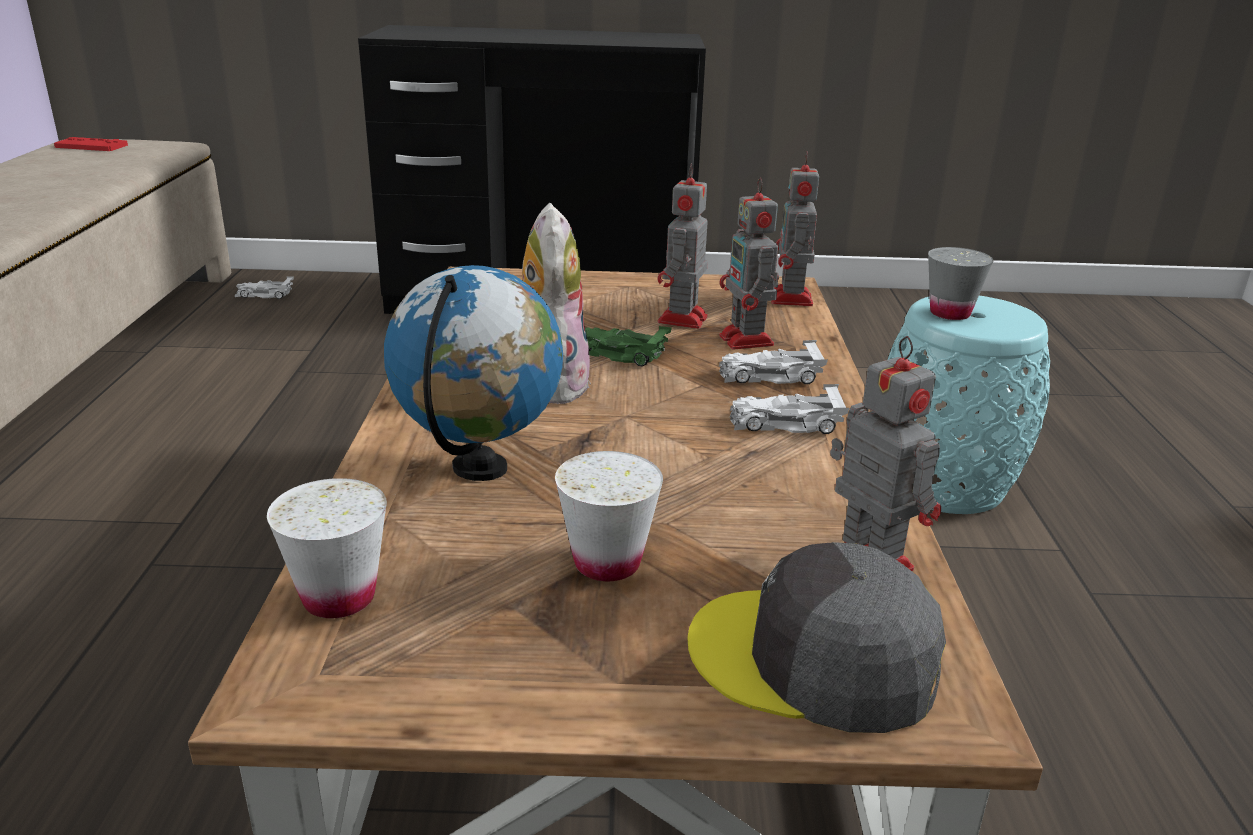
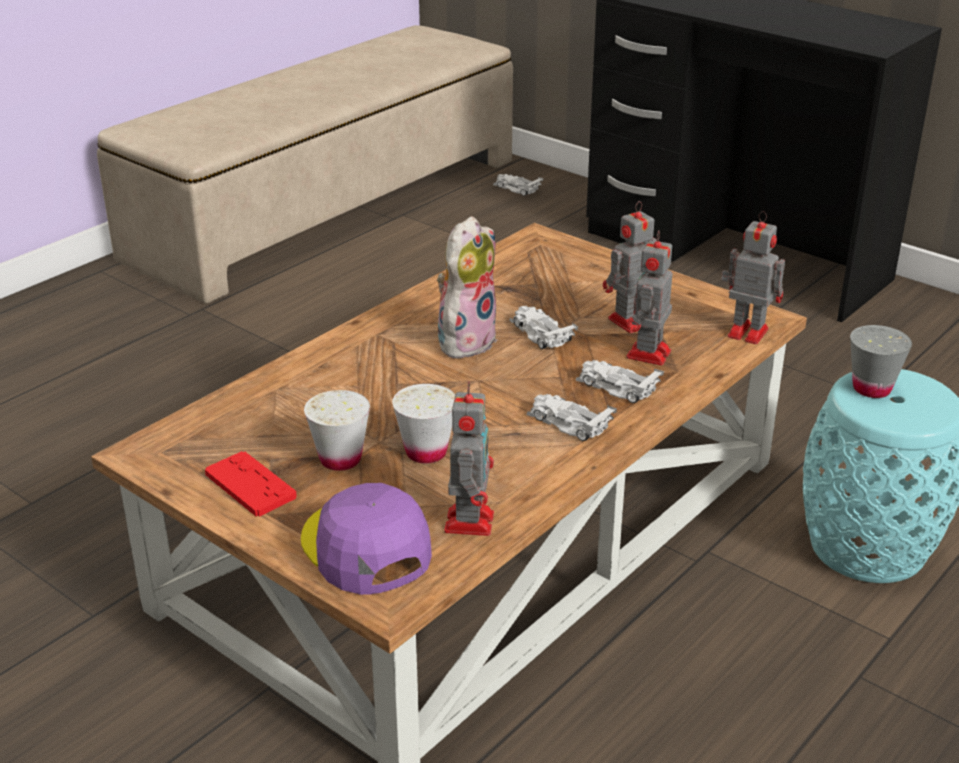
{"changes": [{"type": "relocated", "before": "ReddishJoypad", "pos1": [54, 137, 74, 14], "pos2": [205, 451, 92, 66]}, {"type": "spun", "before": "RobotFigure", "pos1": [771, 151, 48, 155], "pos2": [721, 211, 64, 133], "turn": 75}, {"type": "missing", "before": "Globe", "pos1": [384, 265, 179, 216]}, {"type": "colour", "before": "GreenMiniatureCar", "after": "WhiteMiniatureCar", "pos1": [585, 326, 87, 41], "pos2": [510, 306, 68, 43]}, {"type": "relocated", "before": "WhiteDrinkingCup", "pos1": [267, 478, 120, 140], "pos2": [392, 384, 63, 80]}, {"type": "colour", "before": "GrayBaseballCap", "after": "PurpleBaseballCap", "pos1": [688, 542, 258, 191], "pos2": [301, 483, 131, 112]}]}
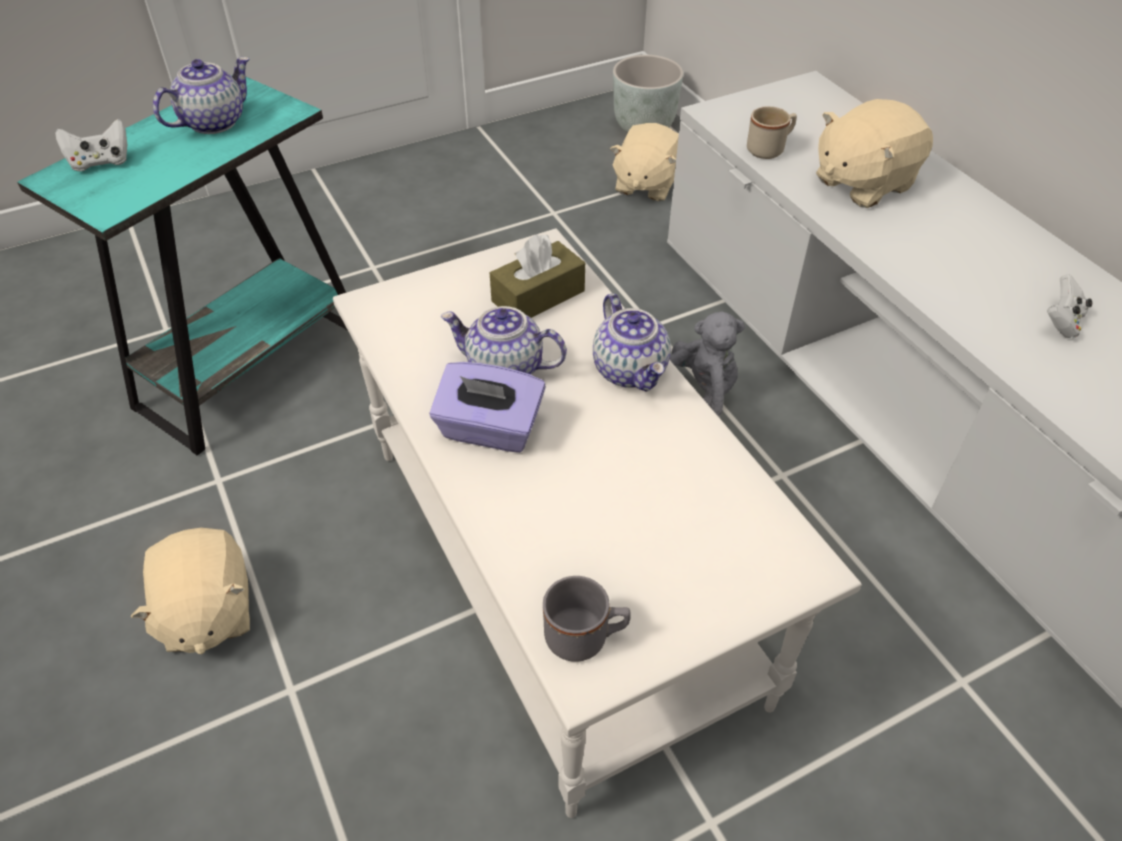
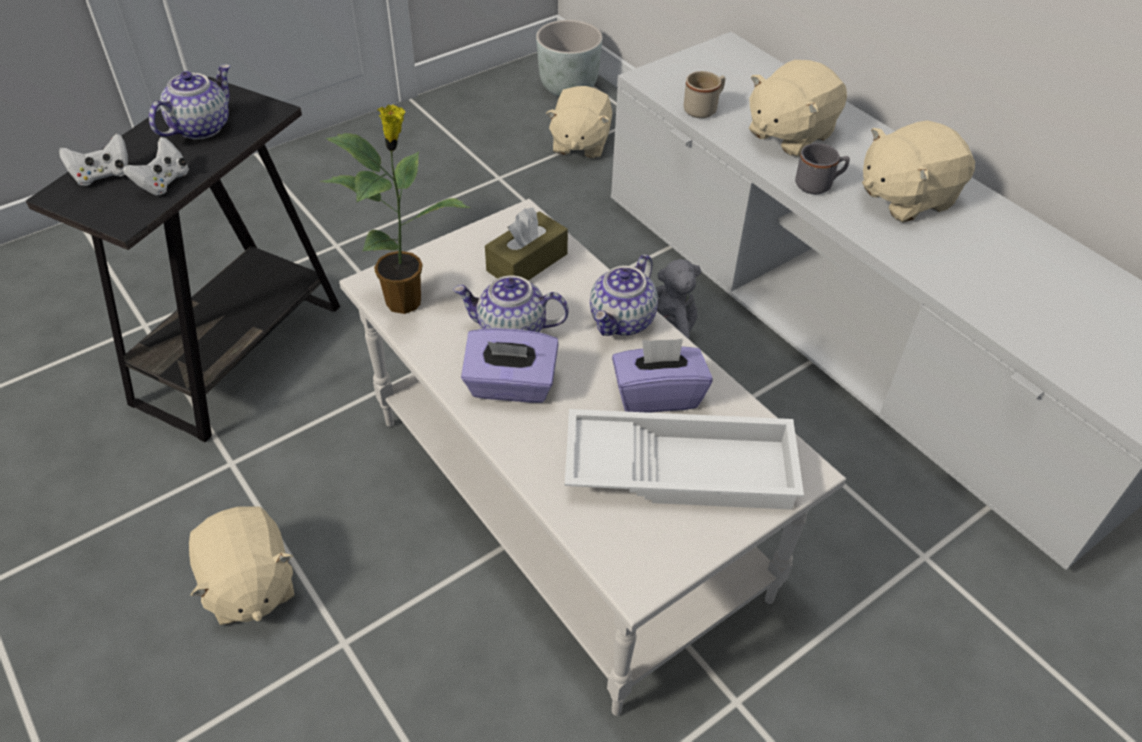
{"changes": [{"type": "colour", "before": "TurquoiseEndTable", "after": "BlackEndTable", "pos1": [17, 77, 330, 378], "pos2": [26, 77, 314, 365]}, {"type": "relocated", "before": "WhiteJoypad", "pos1": [1047, 274, 46, 64], "pos2": [123, 137, 66, 59]}, {"type": "spun", "before": "TeaPot", "pos1": [593, 293, 78, 99], "pos2": [590, 254, 68, 82], "turn": 60}, {"type": "relocated", "before": "GrayMug", "pos1": [543, 576, 88, 86], "pos2": [795, 143, 55, 51]}, {"type": "appeared", "after": "PlantInAPot", "pos2": [320, 104, 150, 210]}, {"type": "appeared", "after": "BeigeColouredPlushToy", "pos2": [862, 120, 113, 103]}, {"type": "appeared", "after": "PurpleTissueHolder", "pos2": [612, 339, 100, 74]}, {"type": "appeared", "after": "WhiteTray", "pos2": [565, 409, 239, 101]}]}
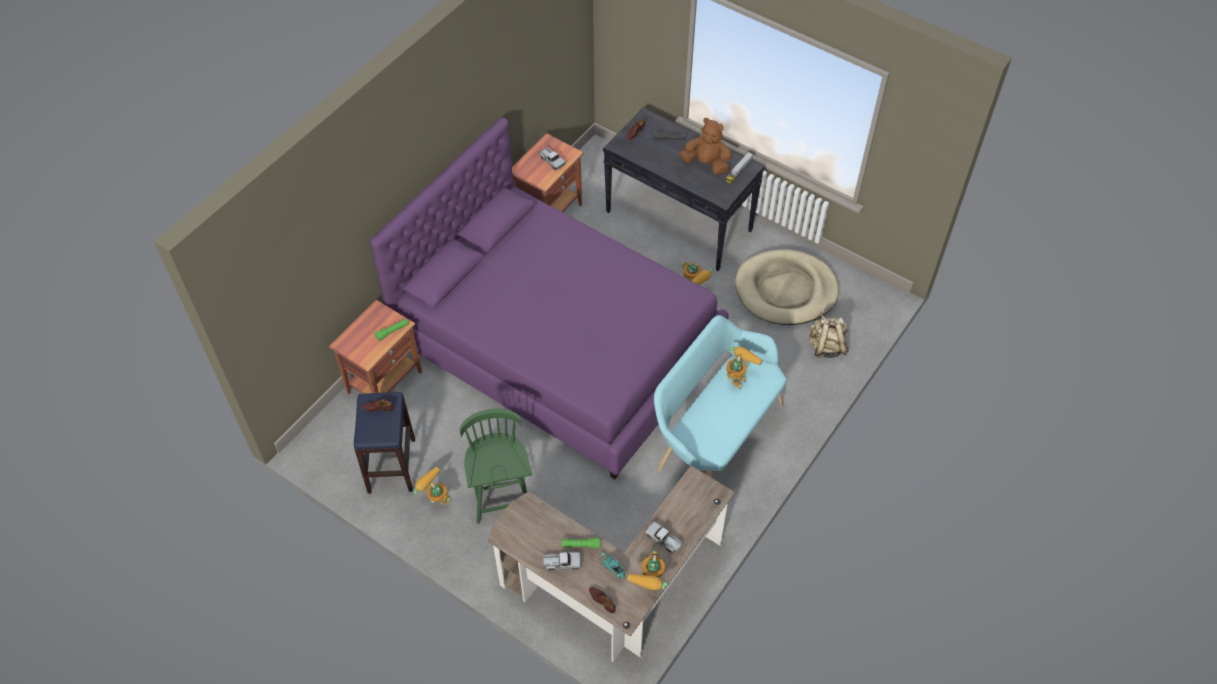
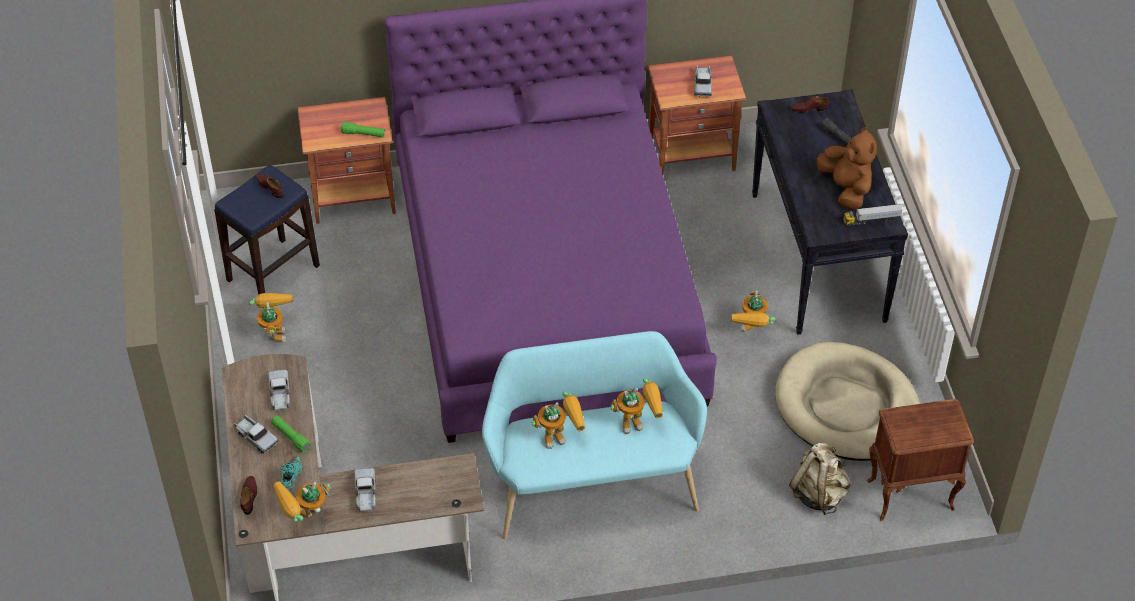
{"changes": [{"type": "missing", "before": "GreenUprightChair", "pos1": [460, 409, 72, 115]}, {"type": "appeared", "after": "ToyTruck", "pos2": [268, 370, 22, 41]}, {"type": "appeared", "after": "RobotFigure", "pos2": [532, 392, 53, 57]}, {"type": "appeared", "after": "BrownColouredNightstand", "pos2": [867, 399, 107, 122]}]}
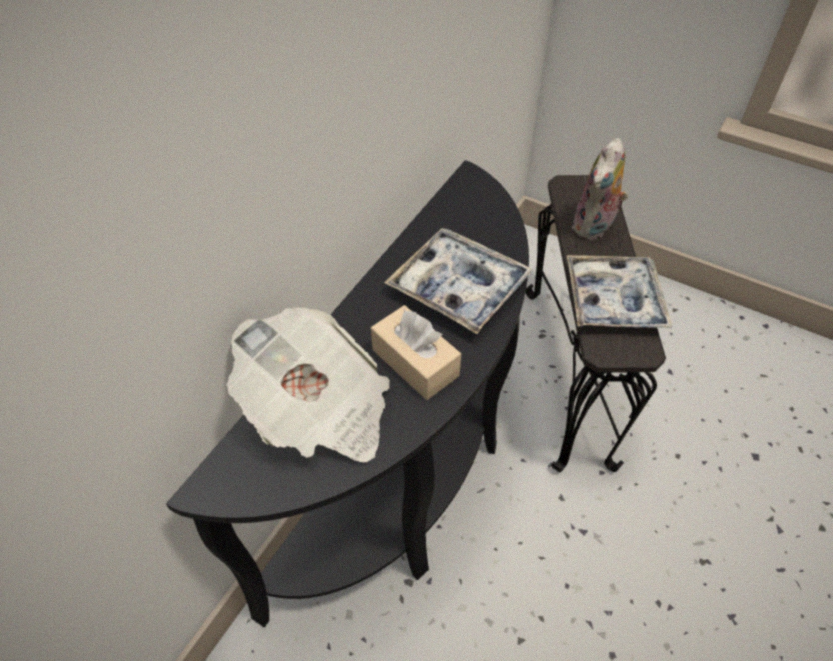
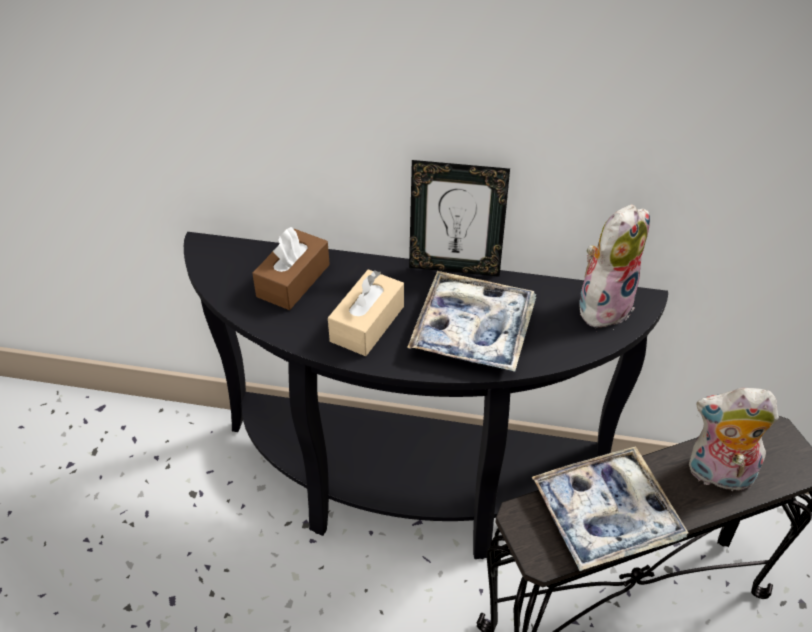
{"changes": [{"type": "exchanged", "before": "DailyPaper", "after": "BrownColouredTissueHolder", "pos1": [226, 307, 164, 156], "pos2": [252, 227, 78, 83]}, {"type": "appeared", "after": "PictureFrame", "pos2": [409, 160, 101, 117]}, {"type": "appeared", "after": "PlushToy", "pos2": [579, 204, 71, 123]}]}
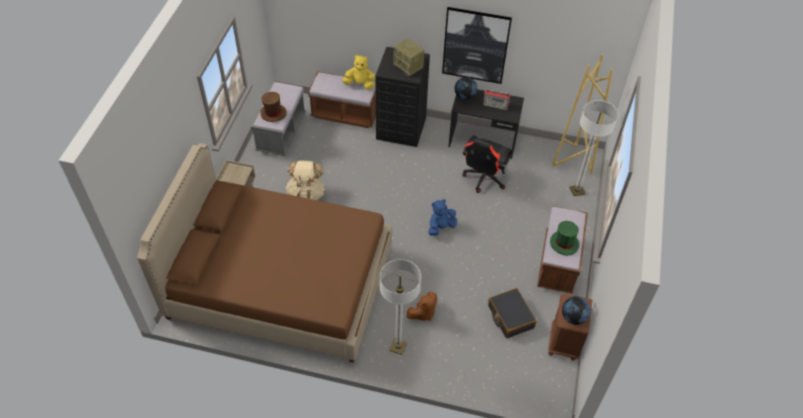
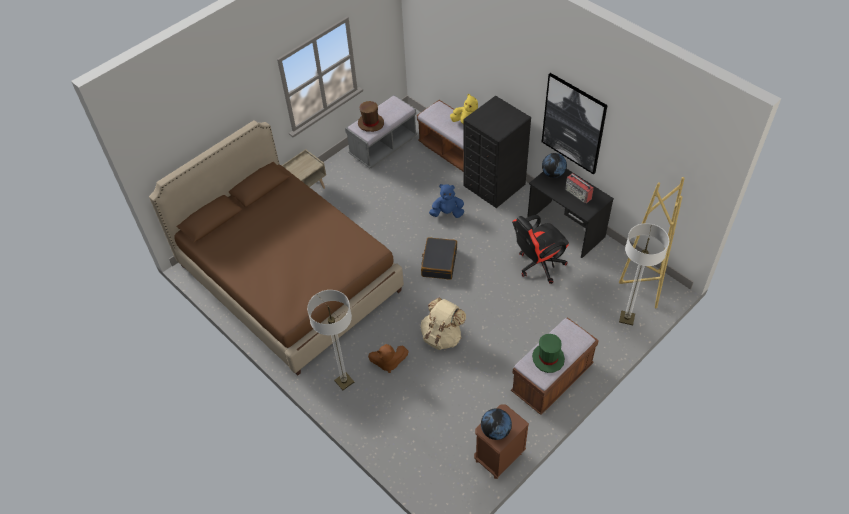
{"changes": [{"type": "missing", "before": "Radio", "pos1": [393, 39, 32, 37]}, {"type": "relocated", "before": "BeigeColouredKnapsack", "pos1": [286, 160, 39, 40], "pos2": [421, 298, 45, 52]}, {"type": "relocated", "before": "BluishPlushToy", "pos1": [429, 199, 28, 37], "pos2": [429, 184, 35, 34]}, {"type": "relocated", "before": "BlackPieceOfLuggage", "pos1": [488, 288, 49, 50], "pos2": [421, 237, 36, 43]}]}
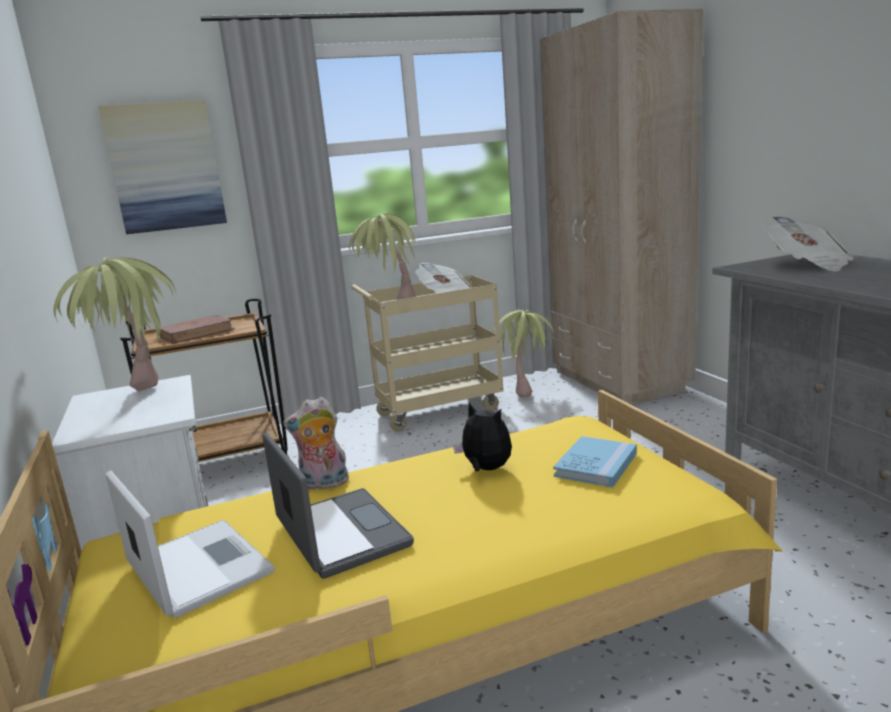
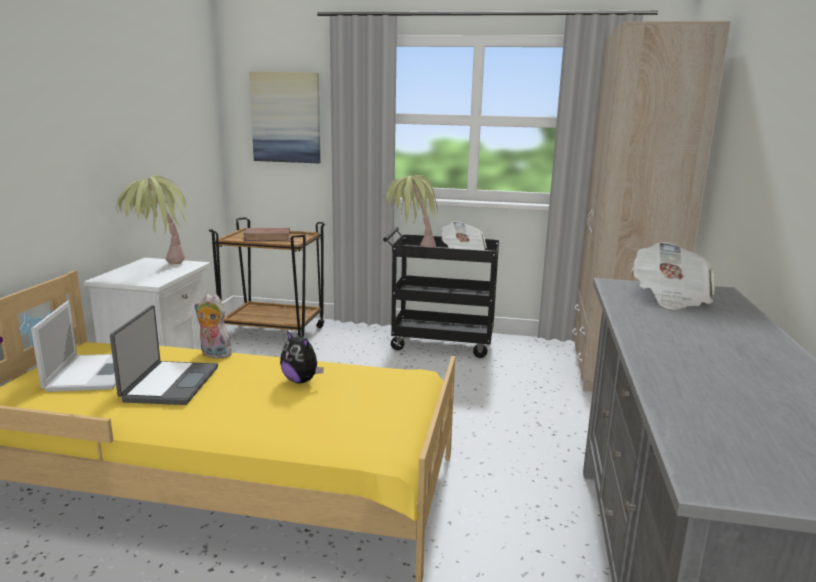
{"changes": [{"type": "colour", "before": "BeigeColouredWheeledCart", "after": "BlackWheeledCart", "pos1": [351, 275, 153, 157], "pos2": [383, 227, 116, 131]}, {"type": "missing", "before": "PlantInAPot", "pos1": [492, 310, 62, 87]}, {"type": "spun", "before": "PlushToy", "pos1": [453, 403, 59, 68], "pos2": [280, 331, 44, 52], "turn": 150}, {"type": "missing", "before": "BluishBoundBook", "pos1": [553, 436, 84, 51]}]}
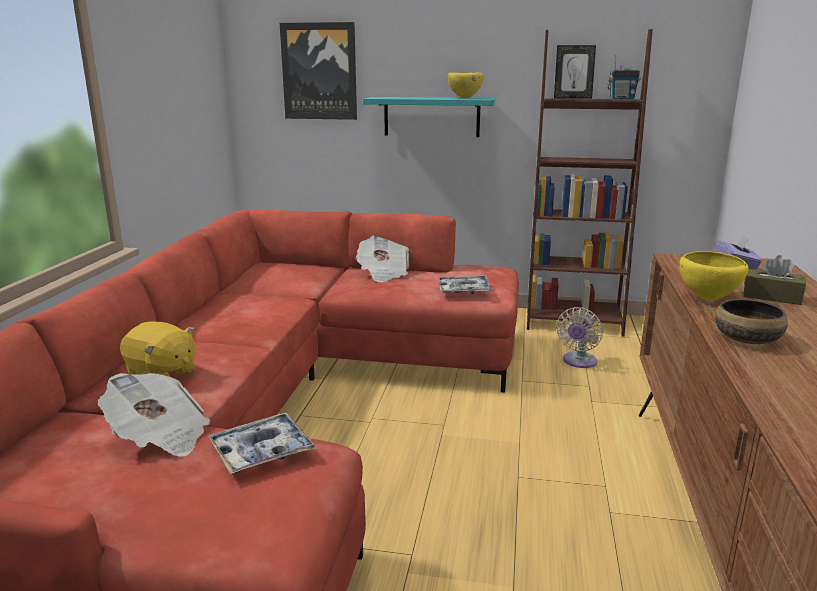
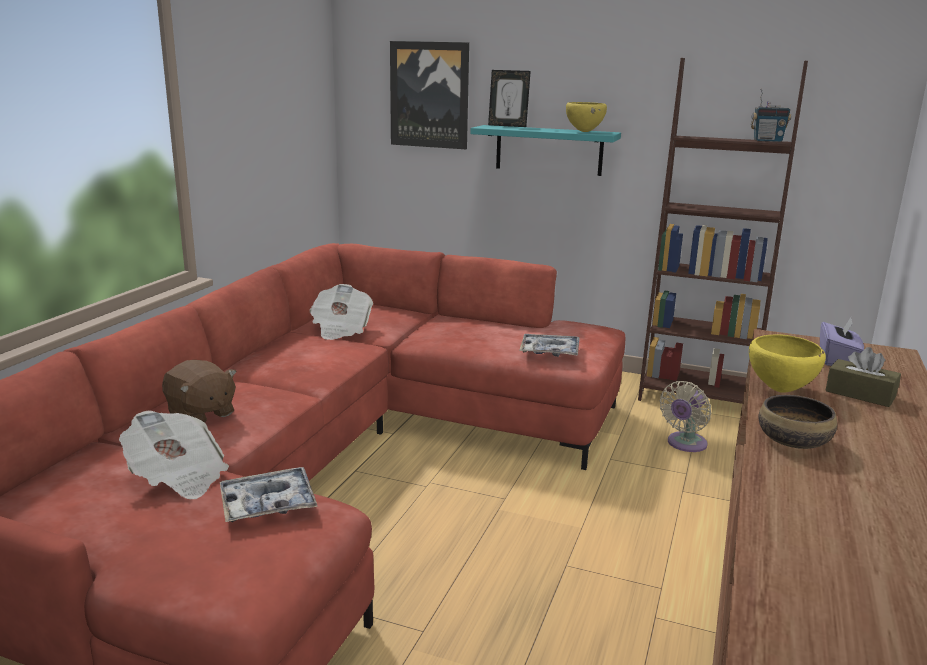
{"changes": [{"type": "relocated", "before": "PictureFrame", "pos1": [554, 45, 42, 54], "pos2": [488, 70, 43, 57]}, {"type": "relocated", "before": "DailyPaper", "pos1": [356, 235, 53, 47], "pos2": [310, 284, 63, 56]}, {"type": "colour", "before": "YellowPlushToy", "after": "BrownColouredPlushToy", "pos1": [120, 321, 76, 56], "pos2": [162, 360, 75, 63]}]}
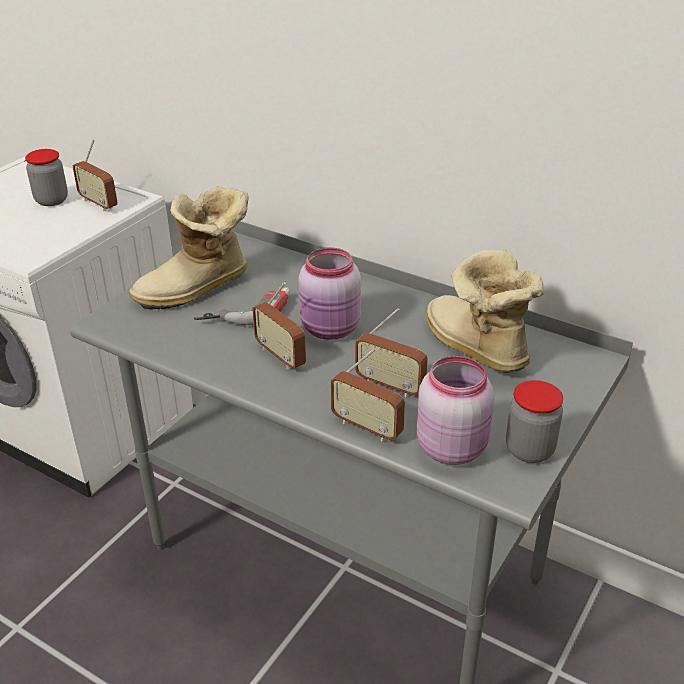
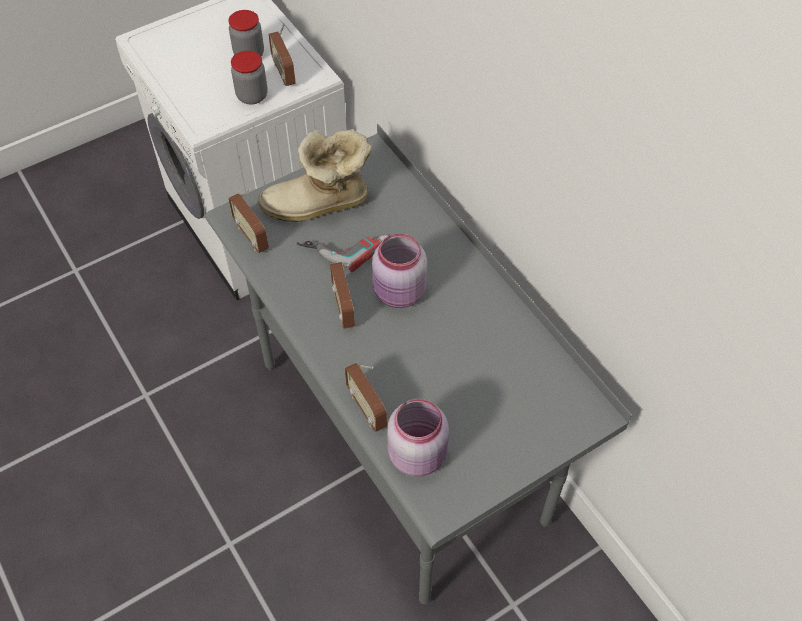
{"changes": [{"type": "missing", "before": "TallBoot", "pos1": [426, 250, 117, 123]}, {"type": "relocated", "before": "Radio", "pos1": [355, 308, 73, 90], "pos2": [228, 189, 41, 64]}, {"type": "relocated", "before": "PreserveJar", "pos1": [506, 380, 57, 83], "pos2": [231, 50, 36, 55]}]}
